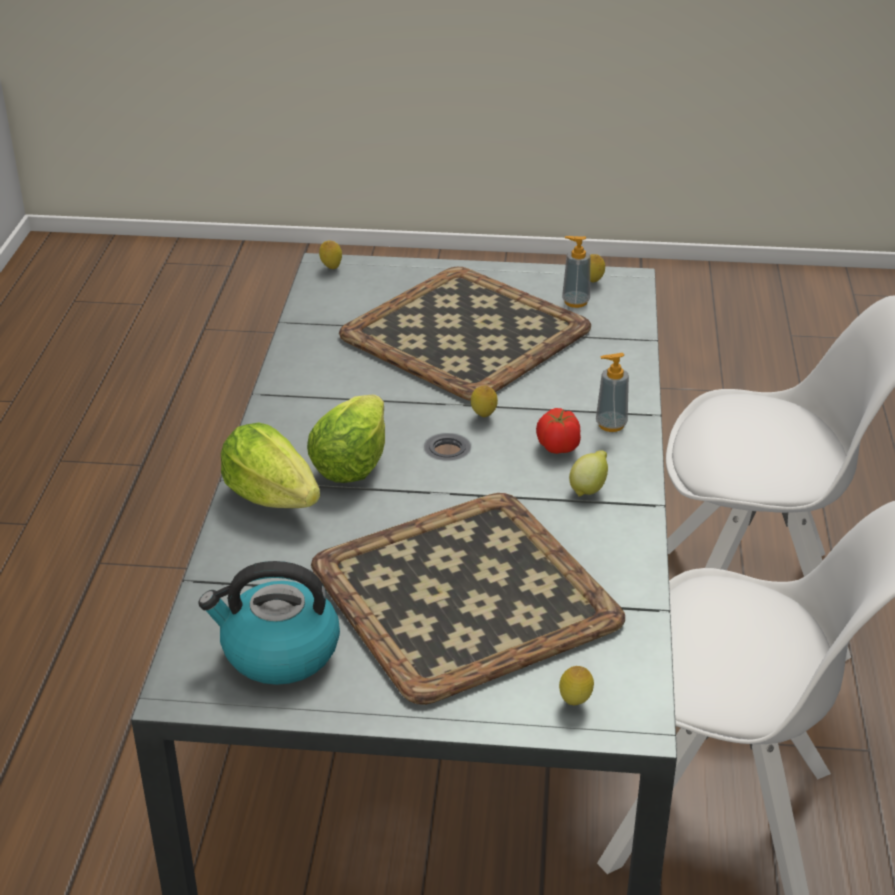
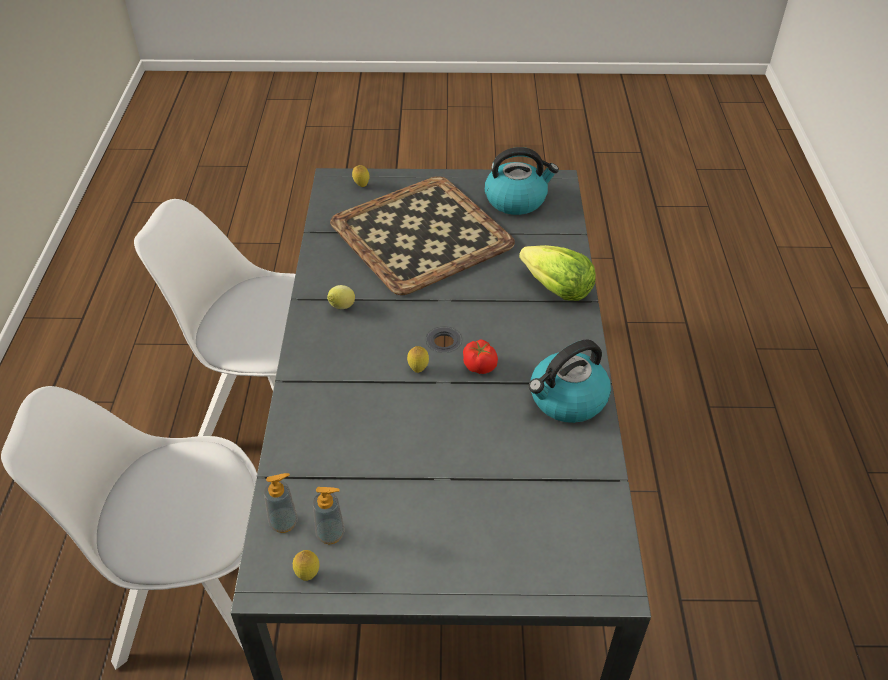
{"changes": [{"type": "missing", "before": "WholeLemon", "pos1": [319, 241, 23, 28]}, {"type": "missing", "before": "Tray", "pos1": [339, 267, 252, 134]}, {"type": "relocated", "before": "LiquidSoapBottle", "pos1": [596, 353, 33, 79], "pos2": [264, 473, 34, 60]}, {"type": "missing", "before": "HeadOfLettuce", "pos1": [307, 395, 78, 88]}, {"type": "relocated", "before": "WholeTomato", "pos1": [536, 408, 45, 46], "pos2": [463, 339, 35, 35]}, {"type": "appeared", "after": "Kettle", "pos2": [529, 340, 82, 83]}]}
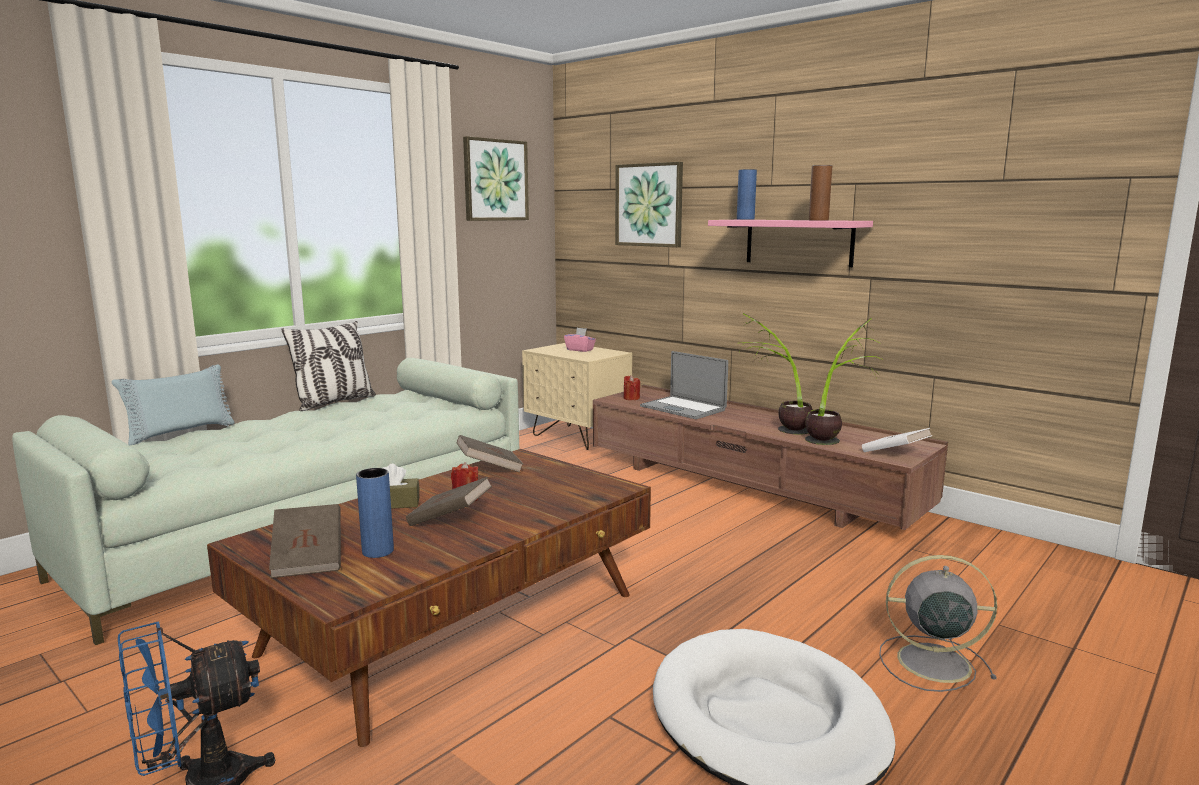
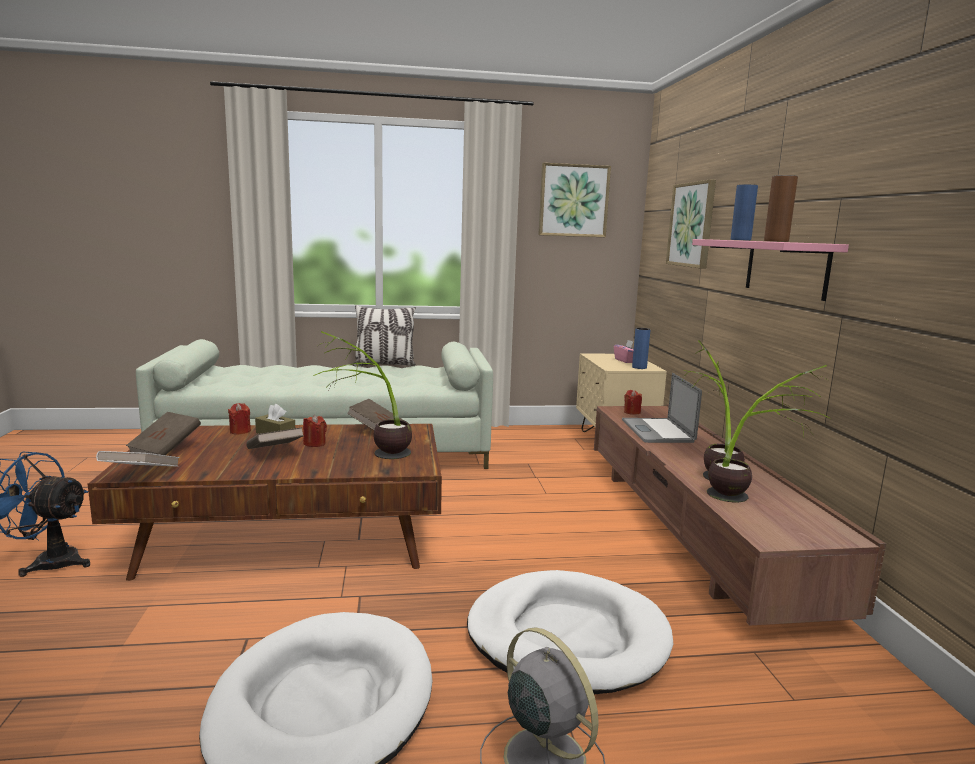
{"changes": [{"type": "missing", "before": "BluishPillow", "pos1": [112, 365, 123, 80]}, {"type": "relocated", "before": "WhiteBoundBook", "pos1": [862, 428, 70, 24], "pos2": [96, 451, 84, 16]}, {"type": "relocated", "before": "BluishVase", "pos1": [356, 468, 38, 90], "pos2": [632, 328, 18, 41]}, {"type": "appeared", "after": "PlantInAPot", "pos2": [313, 331, 99, 128]}, {"type": "appeared", "after": "ReddishCandle", "pos2": [228, 403, 23, 32]}, {"type": "appeared", "after": "WhiteDogBed", "pos2": [467, 570, 207, 124]}]}
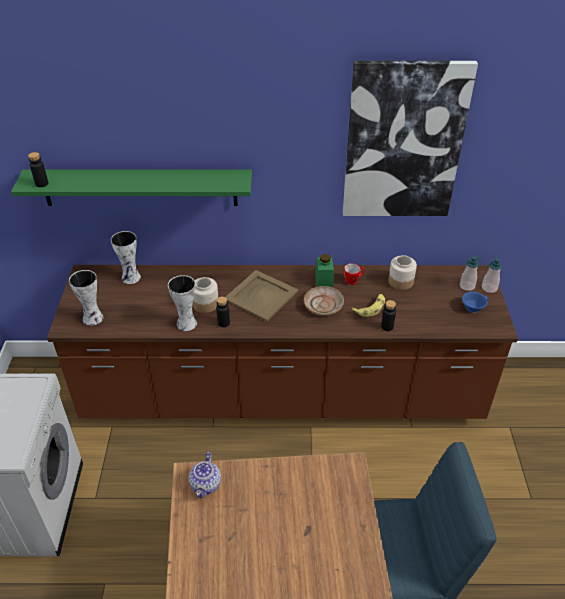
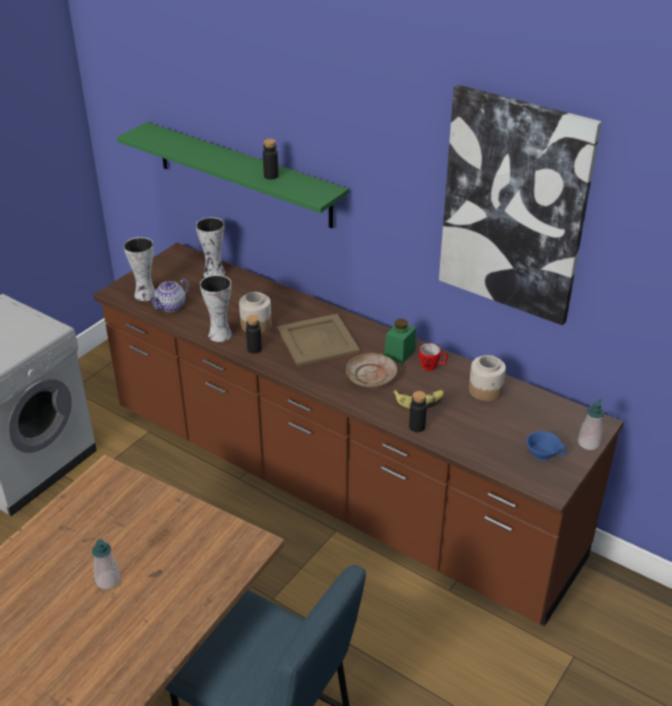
{"changes": [{"type": "relocated", "before": "BlackBottle", "pos1": [28, 152, 20, 35], "pos2": [263, 139, 16, 41]}, {"type": "relocated", "before": "LiquidSoapBottle", "pos1": [460, 256, 21, 35], "pos2": [92, 539, 28, 50]}, {"type": "relocated", "before": "TeaPot", "pos1": [189, 452, 32, 46], "pos2": [148, 278, 42, 34]}]}
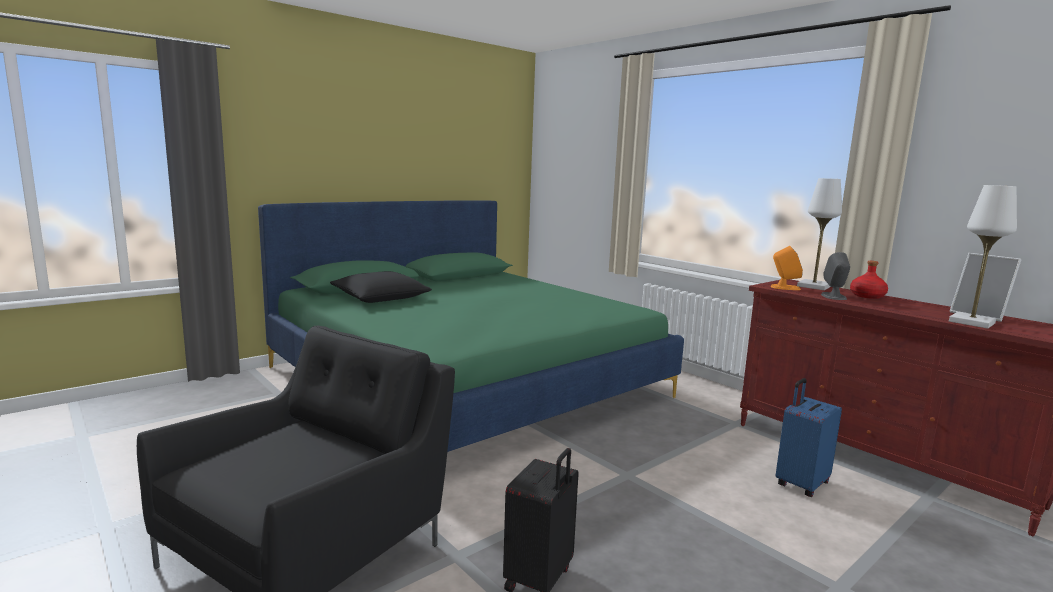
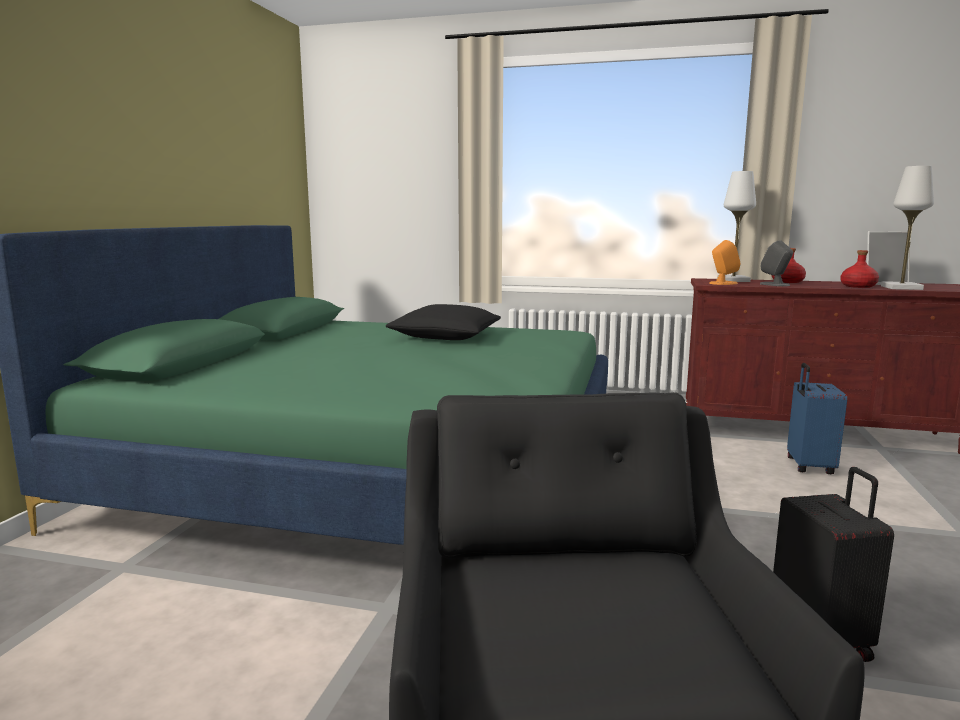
{"changes": [{"type": "relocated", "before": "BlackPillow", "pos1": [330, 271, 102, 32], "pos2": [386, 304, 115, 36]}, {"type": "appeared", "after": "ReddishBottle", "pos2": [840, 250, 39, 38]}]}
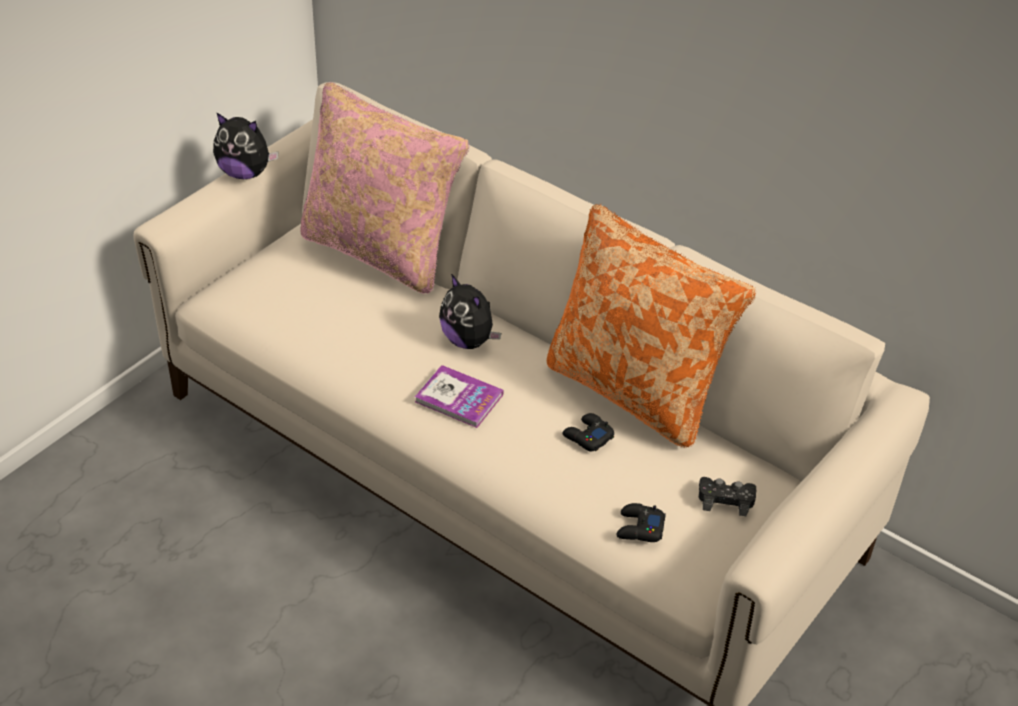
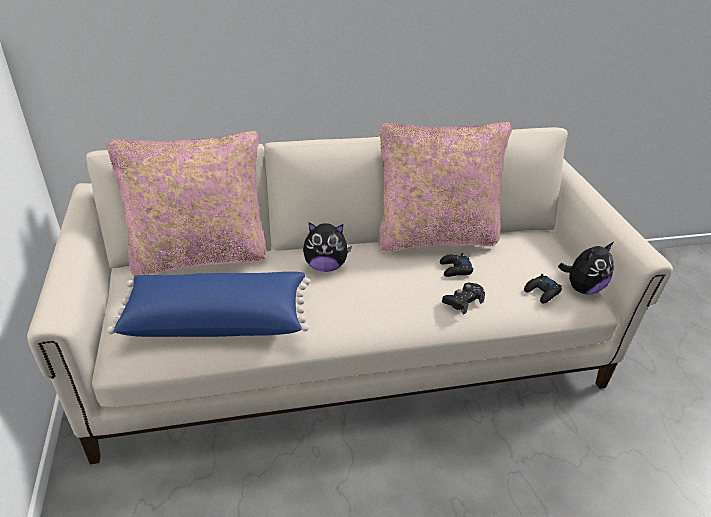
{"changes": [{"type": "relocated", "before": "PlushToy", "pos1": [213, 112, 66, 67], "pos2": [558, 242, 56, 52]}, {"type": "colour", "before": "OrangePillow", "after": "PinkishPillow", "pos1": [547, 204, 210, 243], "pos2": [378, 121, 134, 132]}, {"type": "missing", "before": "BoundBook", "pos1": [415, 365, 89, 63]}, {"type": "relocated", "before": "BlackJoypad", "pos1": [699, 477, 58, 39], "pos2": [442, 283, 43, 32]}, {"type": "appeared", "after": "BluishPillow", "pos2": [107, 272, 204, 65]}]}
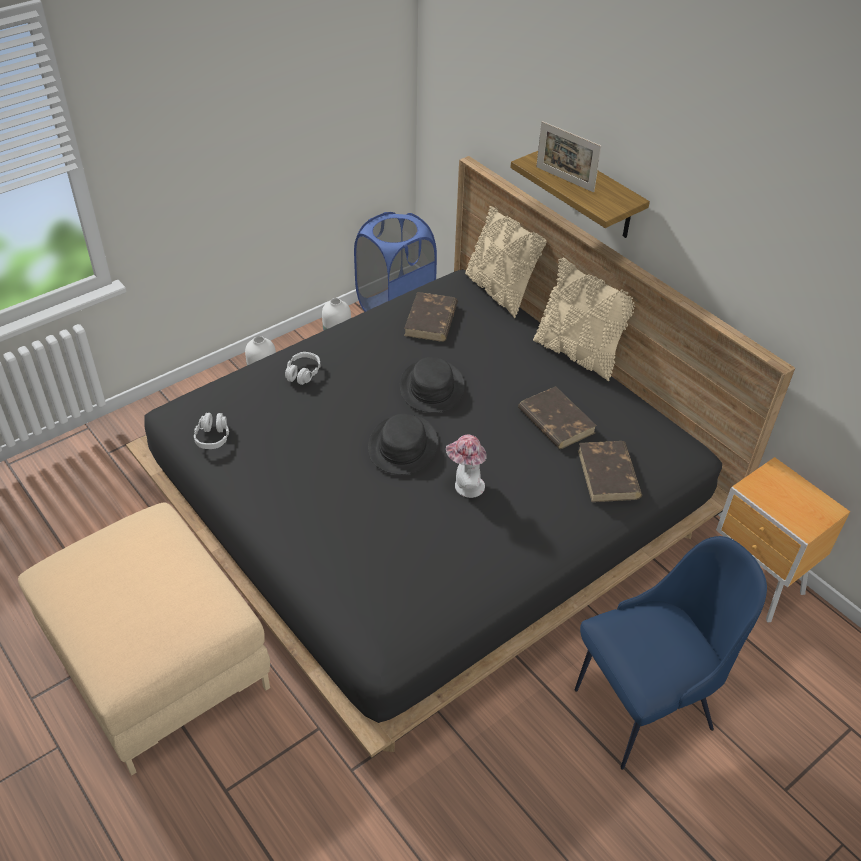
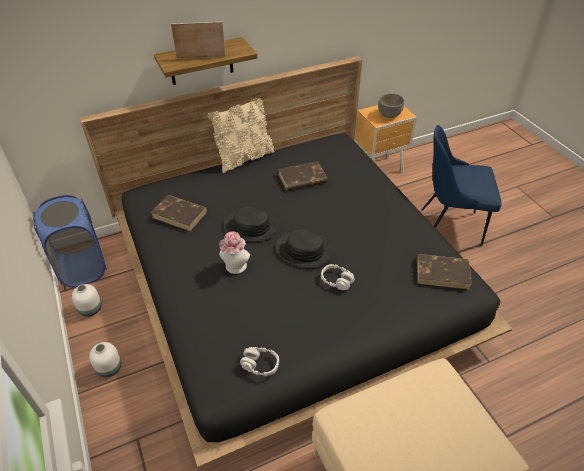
{"changes": [{"type": "spun", "before": "PictureFrame", "pos1": [536, 121, 65, 71], "pos2": [171, 21, 55, 38], "turn": -150}, {"type": "missing", "before": "BeigeColouredPillow", "pos1": [465, 206, 82, 112]}, {"type": "relocated", "before": "GrayHeadphones", "pos1": [285, 352, 35, 33], "pos2": [321, 264, 34, 26]}, {"type": "relocated", "before": "Hat", "pos1": [446, 435, 41, 63], "pos2": [219, 231, 31, 43]}, {"type": "relocated", "before": "BrownColouredBoundBook", "pos1": [578, 441, 64, 61], "pos2": [417, 254, 55, 36]}, {"type": "spun", "before": "BluishUprightChair", "pos1": [575, 536, 192, 234], "pos2": [421, 125, 81, 121], "turn": -75}, {"type": "appeared", "after": "GrayServingBowl", "pos2": [378, 94, 26, 24]}]}
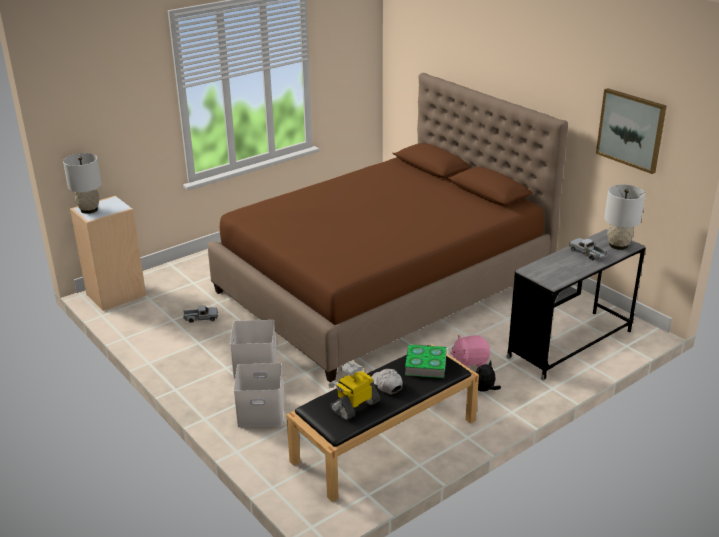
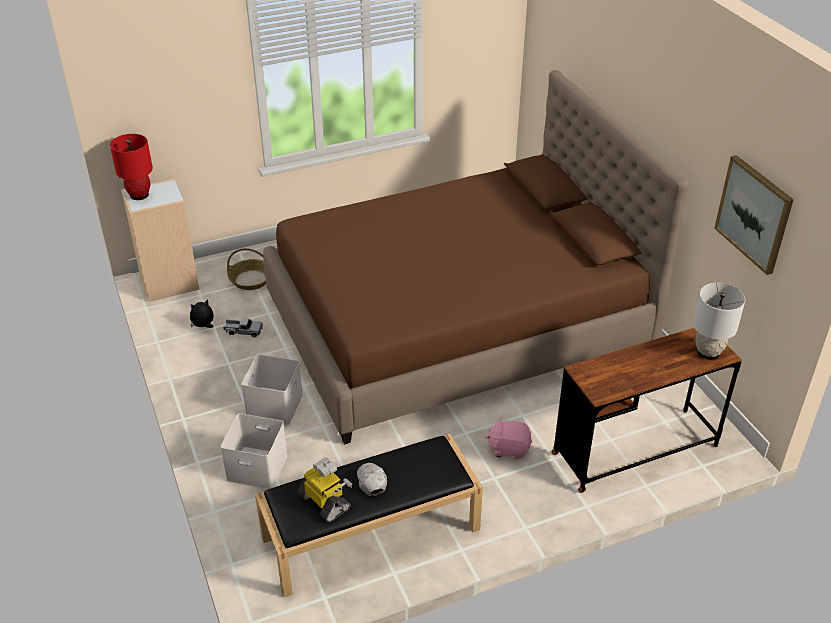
{"changes": [{"type": "colour", "before": "WhiteTableLamp", "after": "ReddishTableLamp", "pos1": [63, 153, 39, 61], "pos2": [110, 134, 43, 66]}, {"type": "colour", "before": "GrayDeskUnit", "after": "BrownColouredDeskUnit", "pos1": [506, 229, 139, 152], "pos2": [552, 328, 190, 165]}, {"type": "missing", "before": "ToyTruck", "pos1": [569, 238, 38, 23]}, {"type": "missing", "before": "BoundBook", "pos1": [405, 344, 42, 34]}, {"type": "spun", "before": "RobotFigure", "pos1": [328, 361, 52, 59], "pos2": [298, 457, 54, 65], "turn": 75}, {"type": "relocated", "before": "PlushToy", "pos1": [476, 361, 25, 31], "pos2": [190, 299, 24, 29]}, {"type": "appeared", "after": "Basket", "pos2": [227, 248, 39, 42]}]}
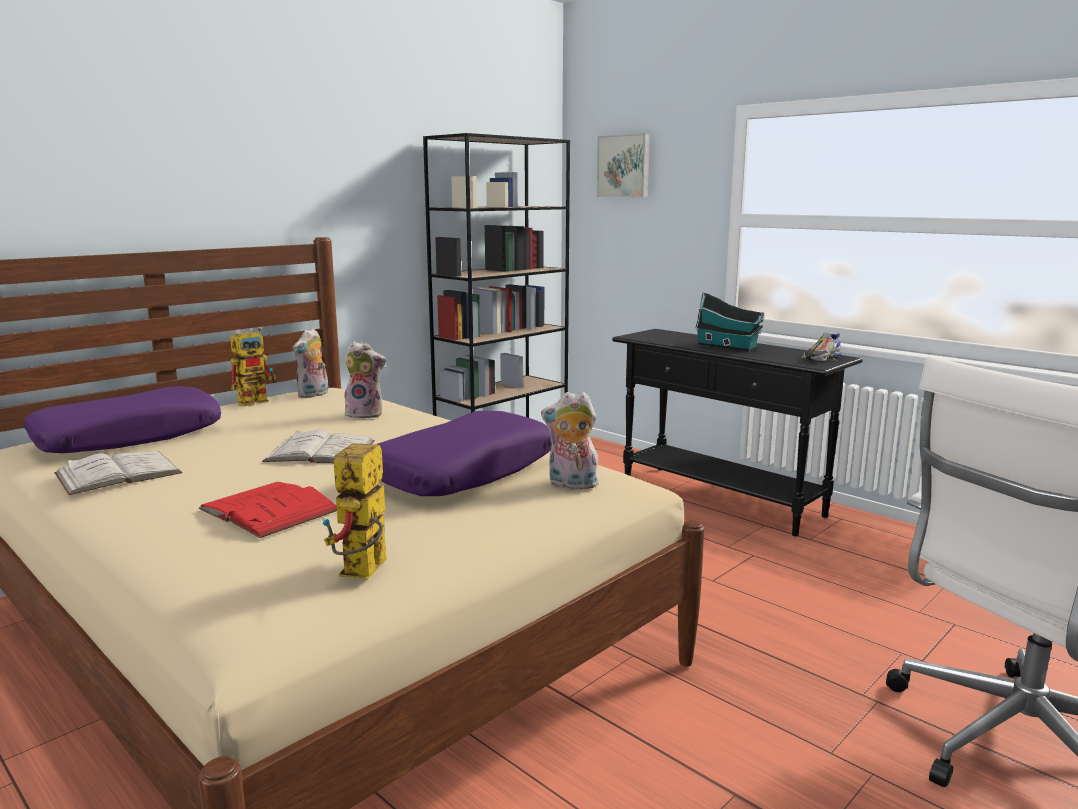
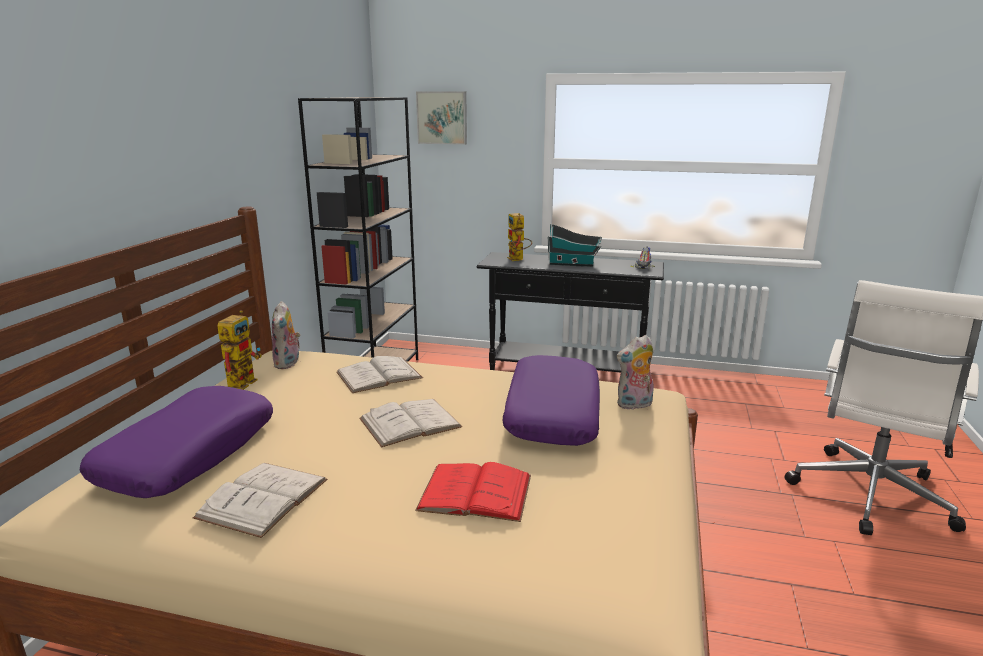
{"changes": [{"type": "exchanged", "before": "PlushToy", "after": "WhiteBoundBook", "pos1": [344, 341, 42, 78], "pos2": [336, 356, 87, 37]}, {"type": "relocated", "before": "RobotFigure", "pos1": [322, 443, 65, 136], "pos2": [507, 213, 25, 48]}]}
